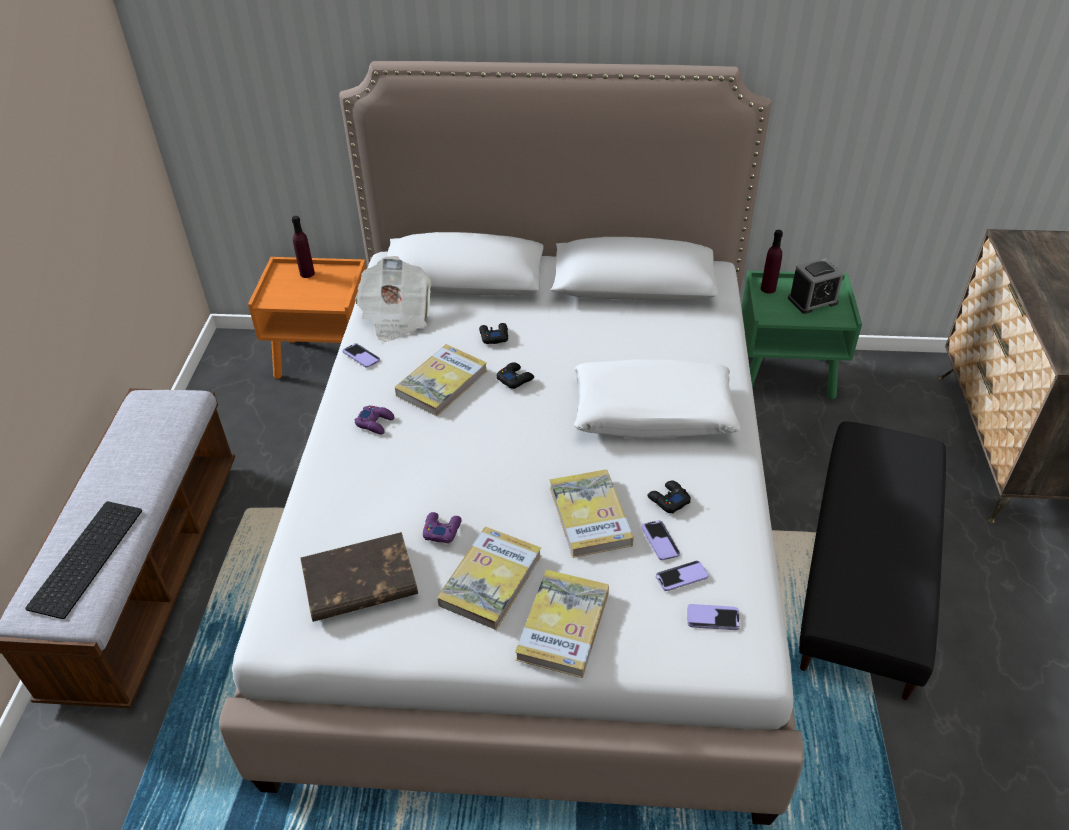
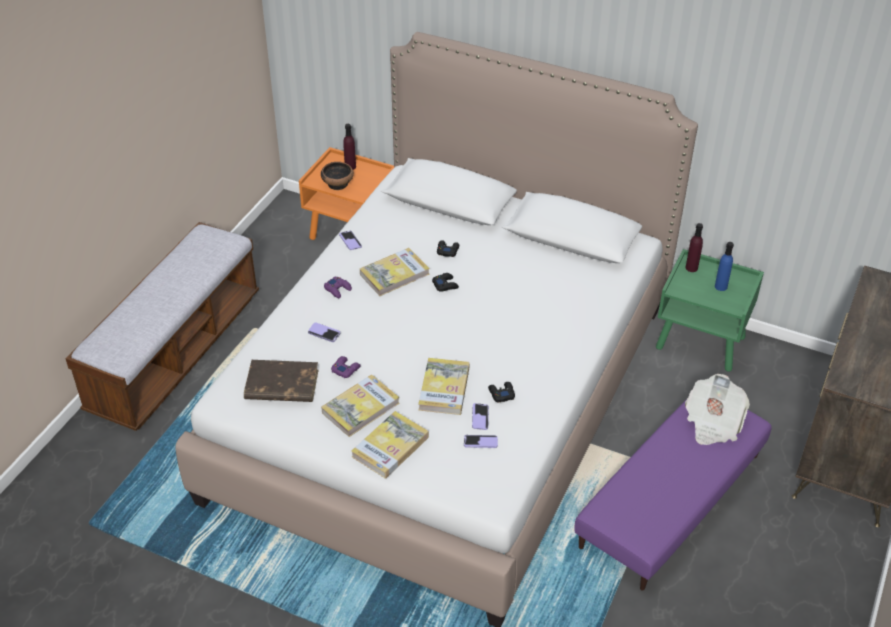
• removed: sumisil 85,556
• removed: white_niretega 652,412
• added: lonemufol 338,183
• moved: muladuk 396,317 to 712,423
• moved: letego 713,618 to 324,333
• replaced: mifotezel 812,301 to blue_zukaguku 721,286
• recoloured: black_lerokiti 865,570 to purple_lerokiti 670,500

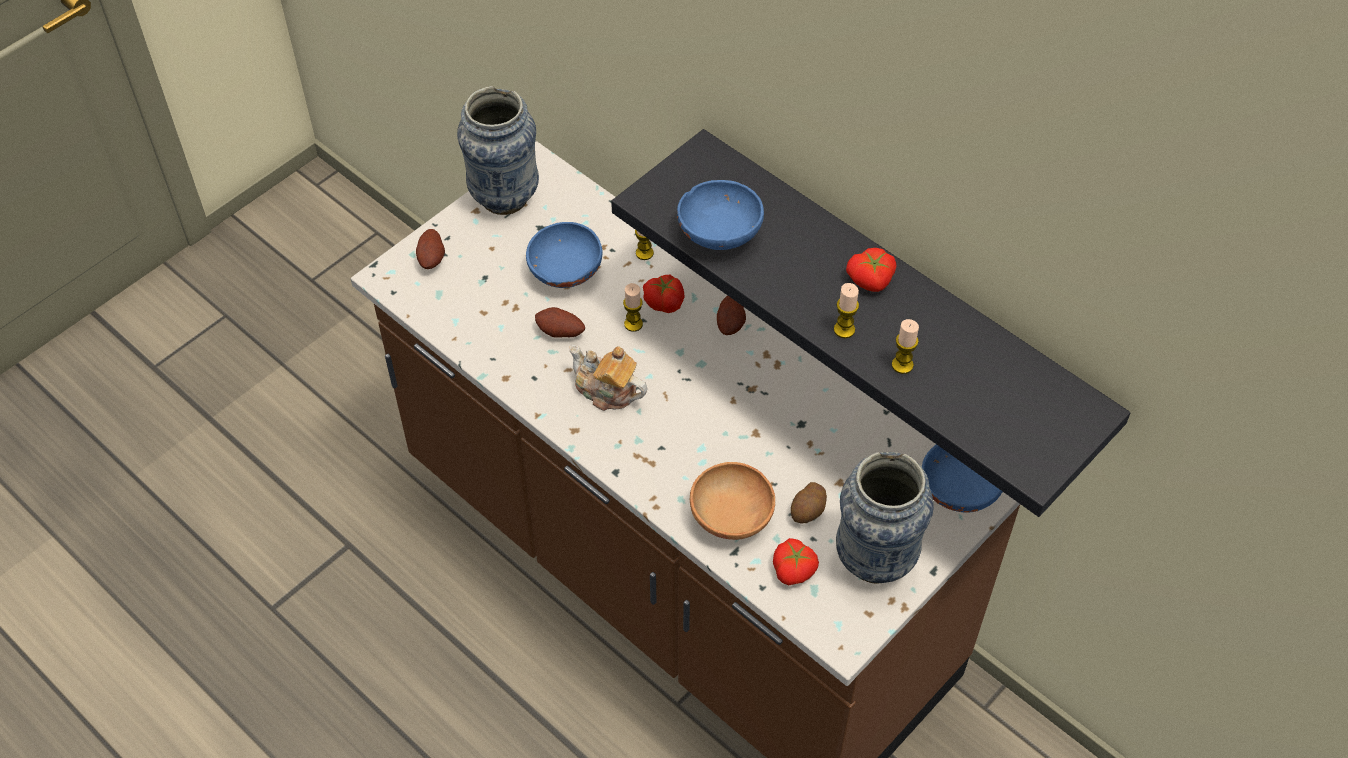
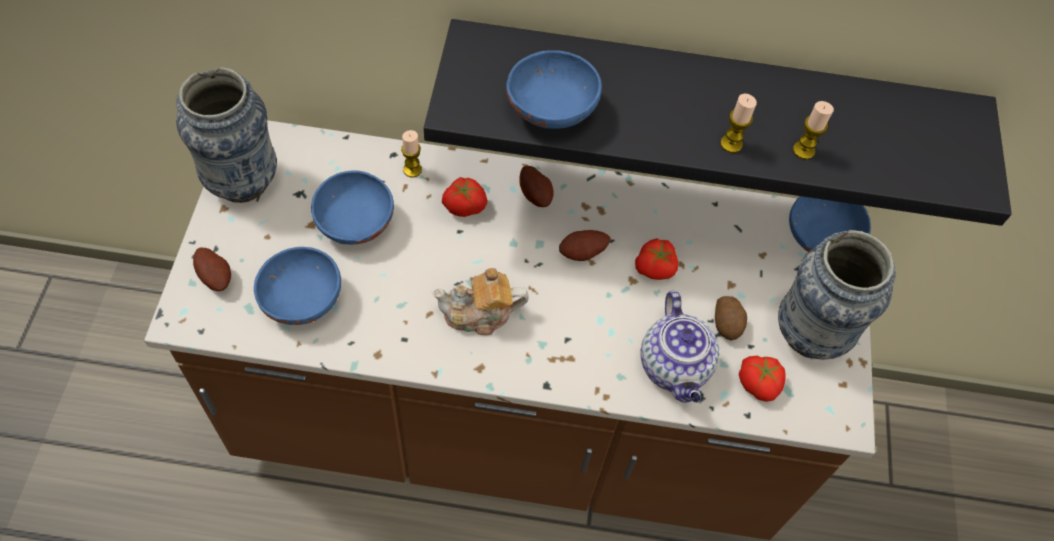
• removed: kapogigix 633,324
• added: blue_lonemufol 300,300
• moved: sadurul 560,333 to 583,253
• moved: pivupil 871,280 to 656,268
• replaced: brown_lonemufol 732,518 to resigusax 675,368

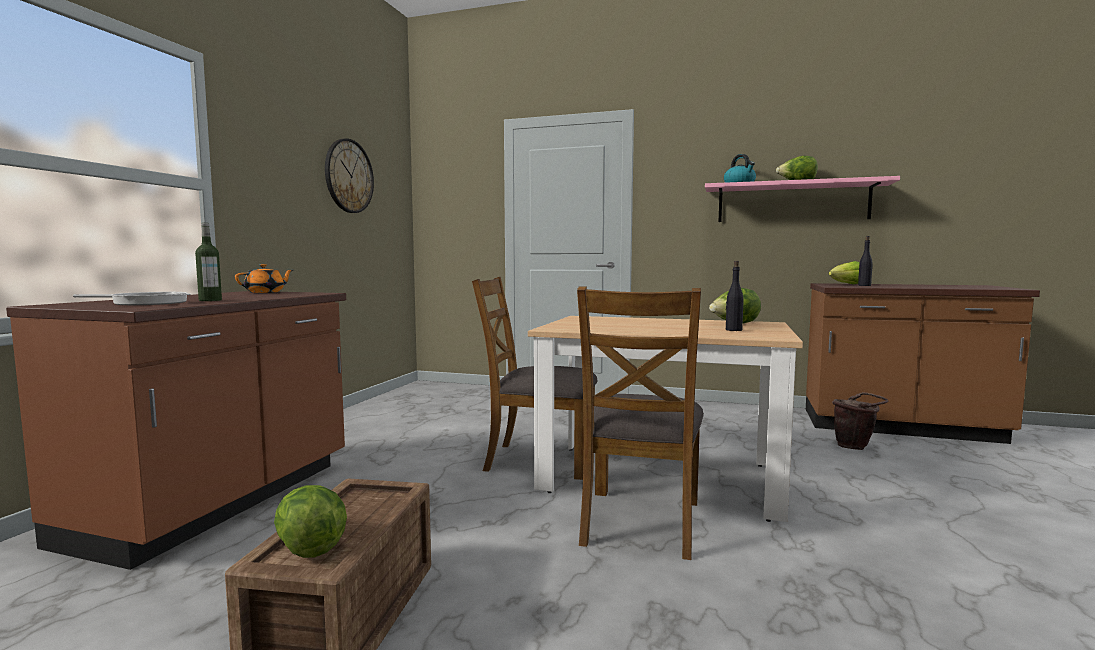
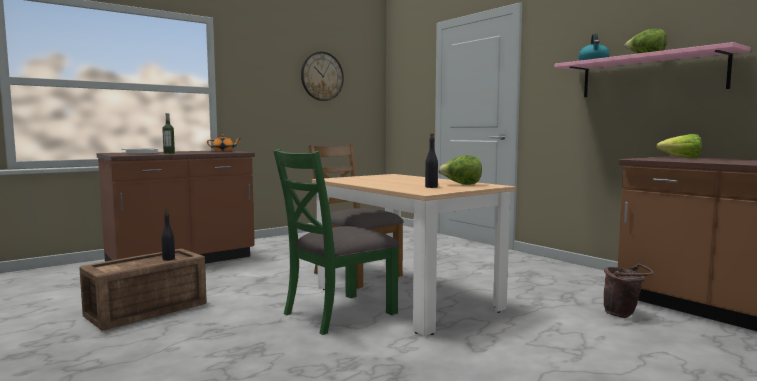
• removed: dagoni 310,546
• moved: black_zukaguku 864,285 to 169,259
• recoloured: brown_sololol 640,522 to green_sololol 338,313

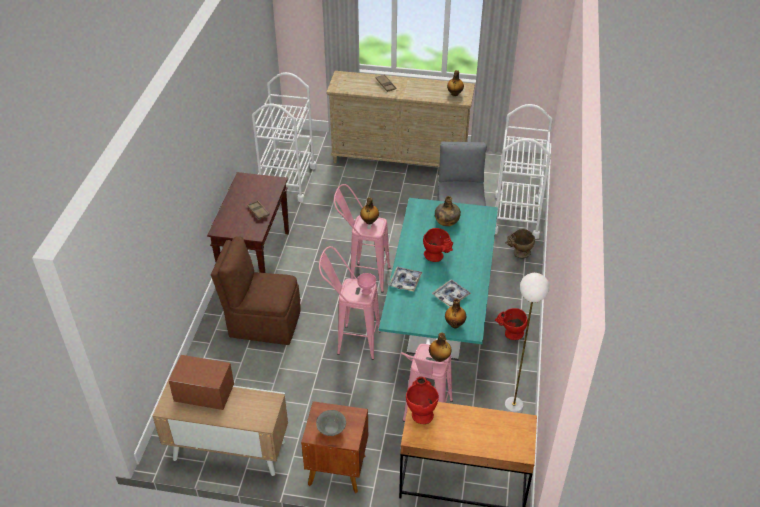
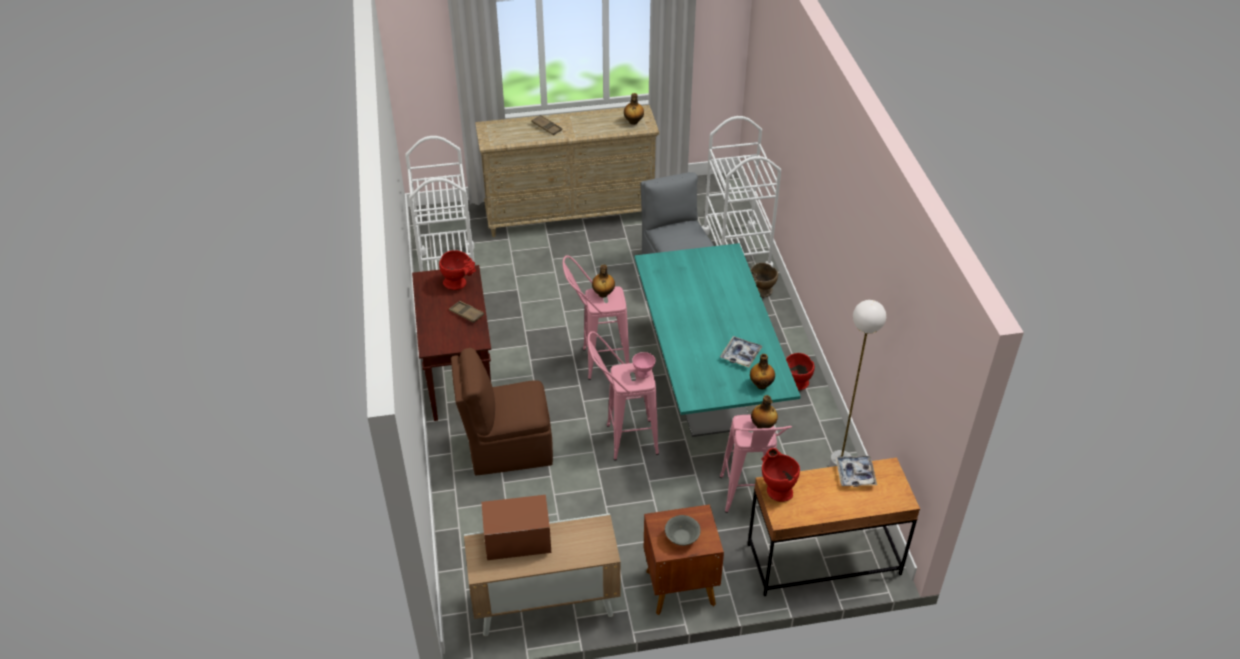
• removed: green_zukaguku 446,220
• moved: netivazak 405,281 to 855,474
• moved: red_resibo 437,257 to 459,284

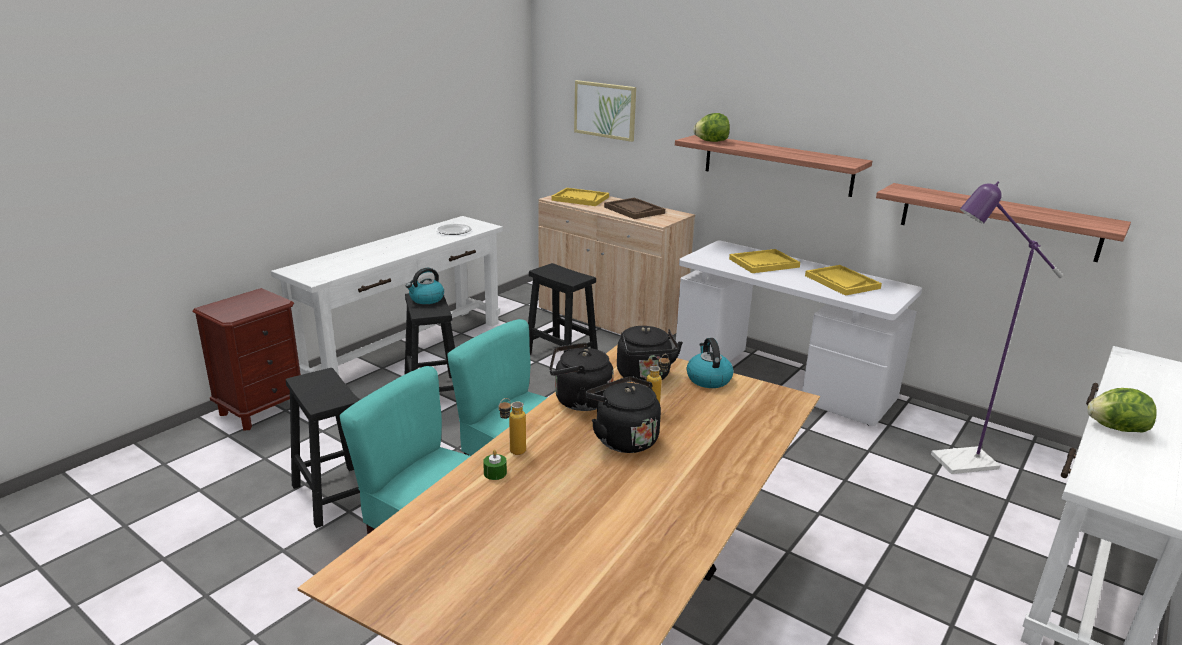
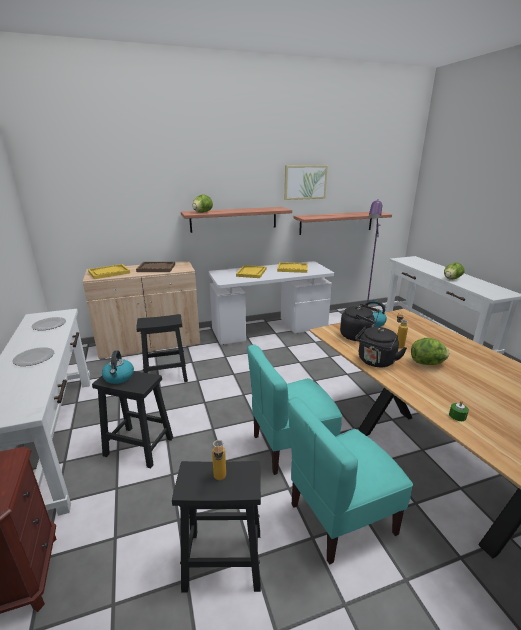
• added: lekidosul 33,358
• moved: zukaguku 512,453 to 220,480
• moved: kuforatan 605,110 to 305,182
• replaced: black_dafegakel 623,439 to dagoni 427,363

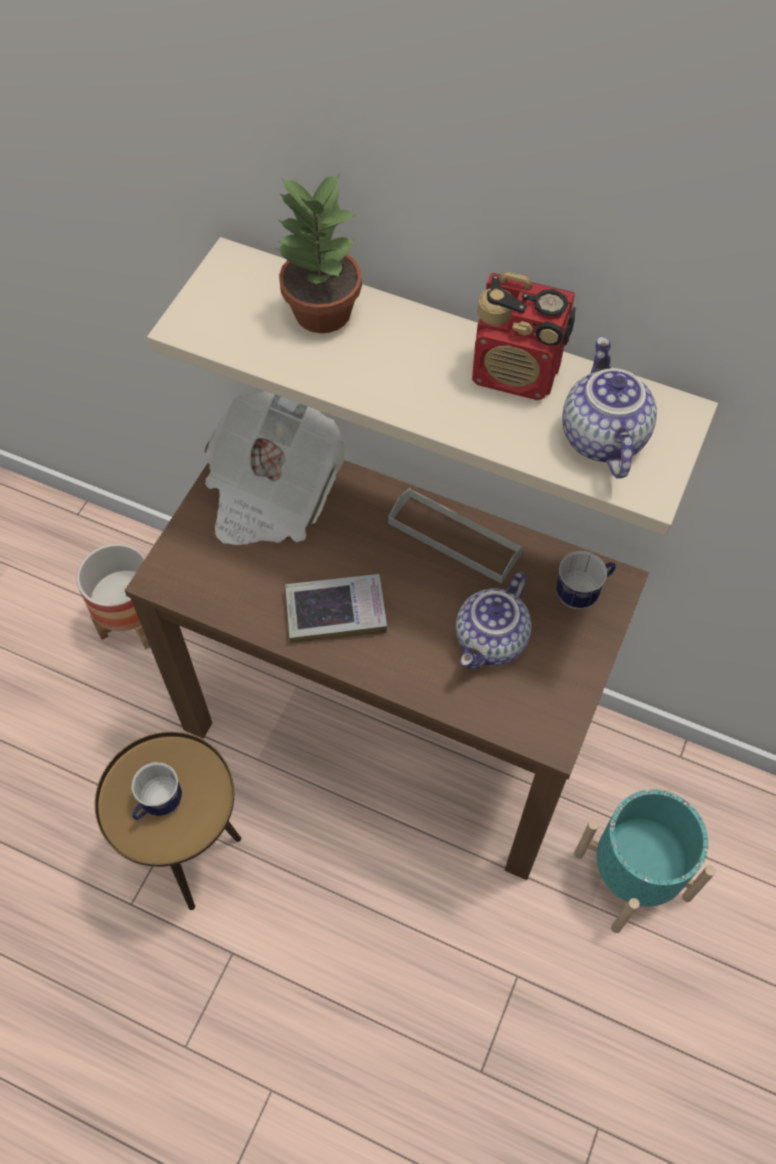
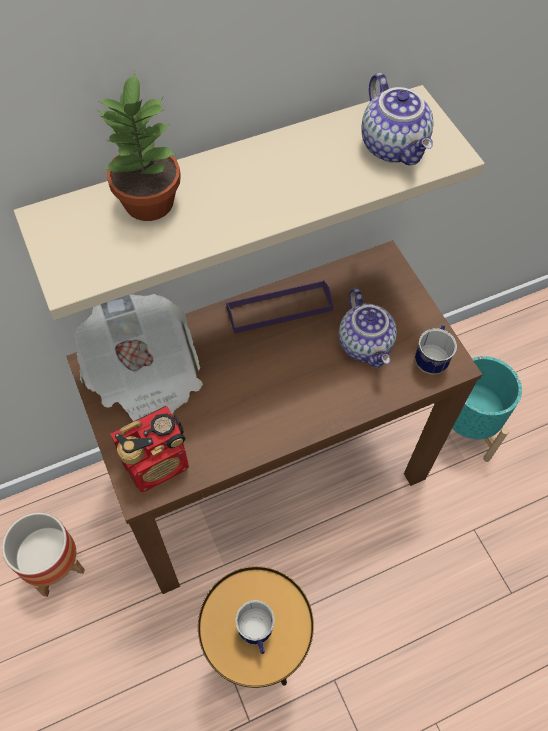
• removed: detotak 336,612
• moved: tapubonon 516,374 to 158,464
• moved: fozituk 582,593 to 431,359
• recoloured: grey_netivazak 454,538 to purple_netivazak 279,309
• turned: resigusax 600,437 = 394,147 150 degrees counterclockwise

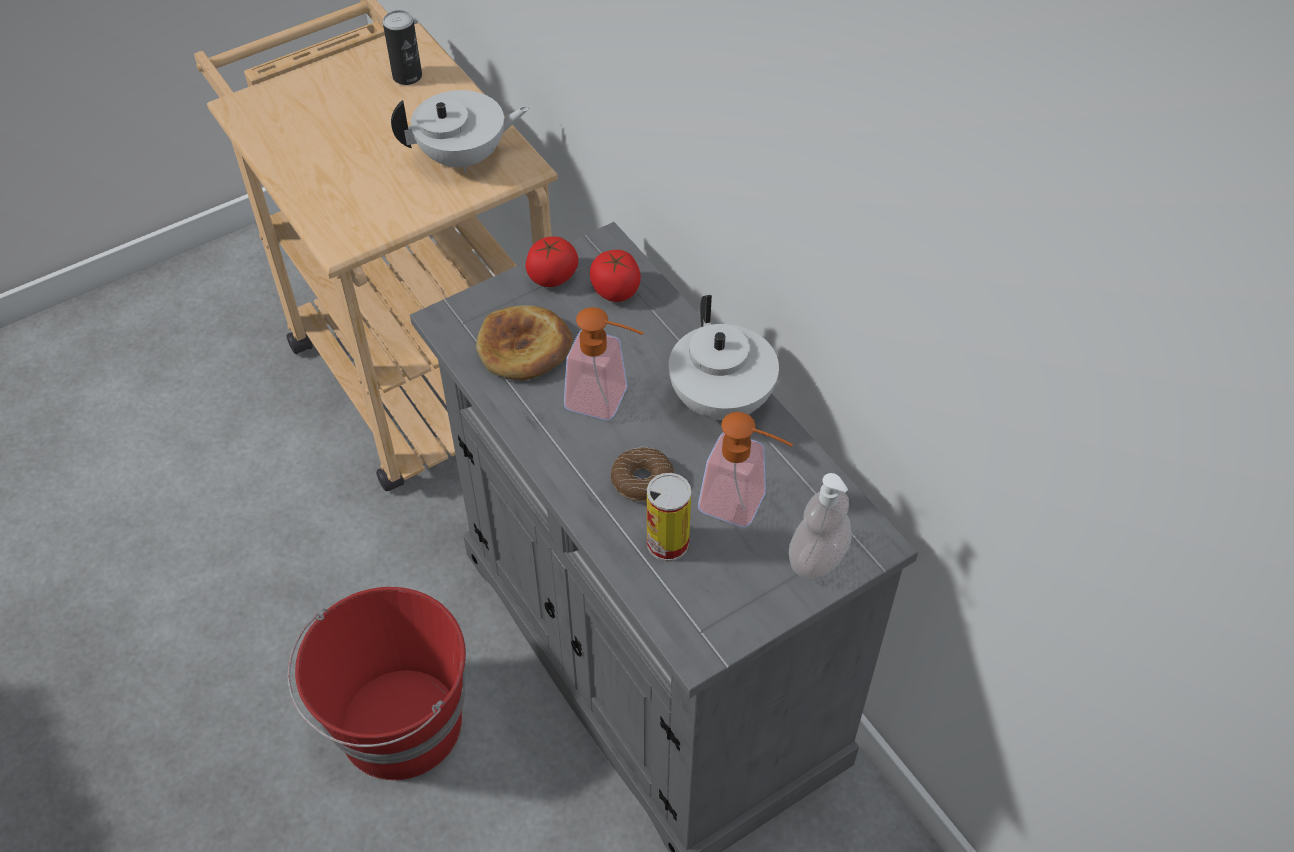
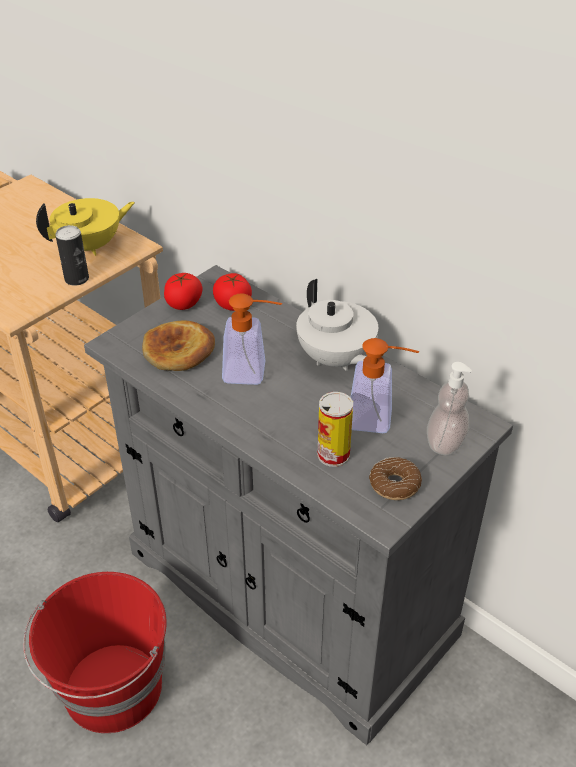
• moved: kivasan 407,76 to 76,279
• moved: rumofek 642,480 to 394,484
• recoloured: white_resigusax 464,157 to yellow_resigusax 91,246

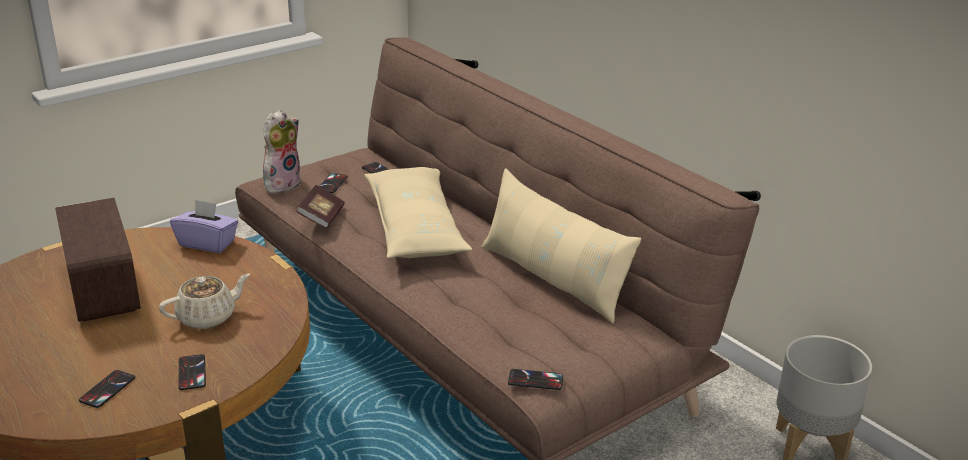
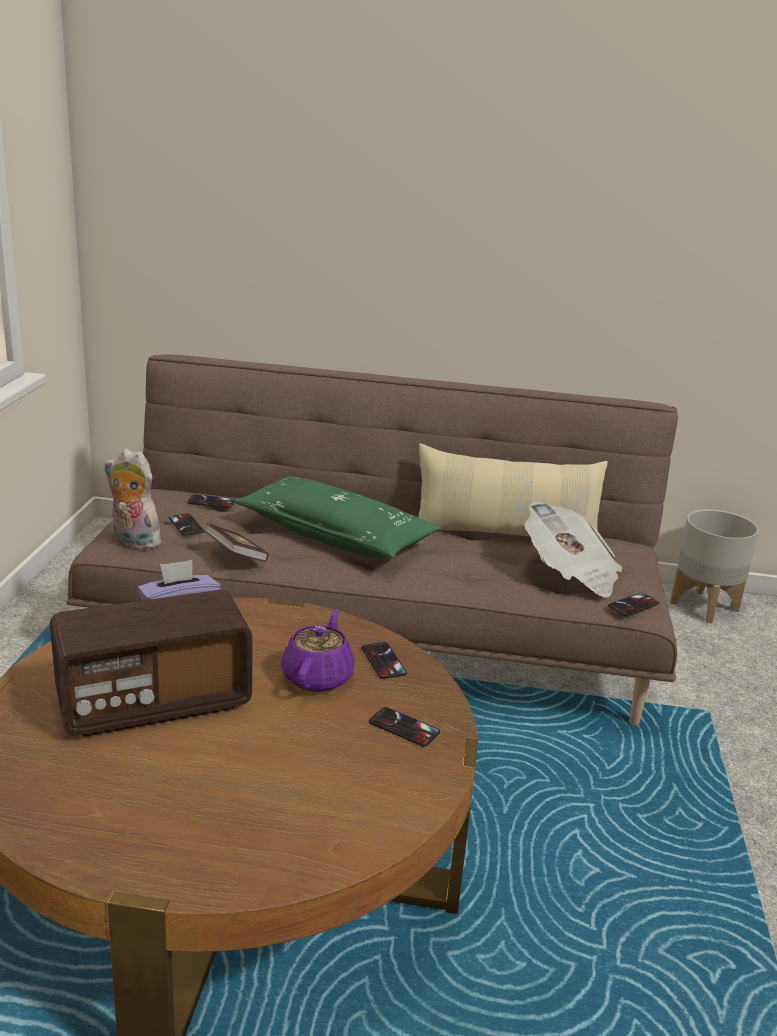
• added: muladuk 570,574
• moved: letego 107,389 to 383,661
• recoloured: beige_resigusax 207,317 to purple_resigusax 318,676
• recoloured: beige_niretega 415,228 to green_niretega 335,535
• turned: tapubonon 103,289 = 154,703 45 degrees counterclockwise
• turned: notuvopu 282,184 = 133,542 60 degrees counterclockwise

